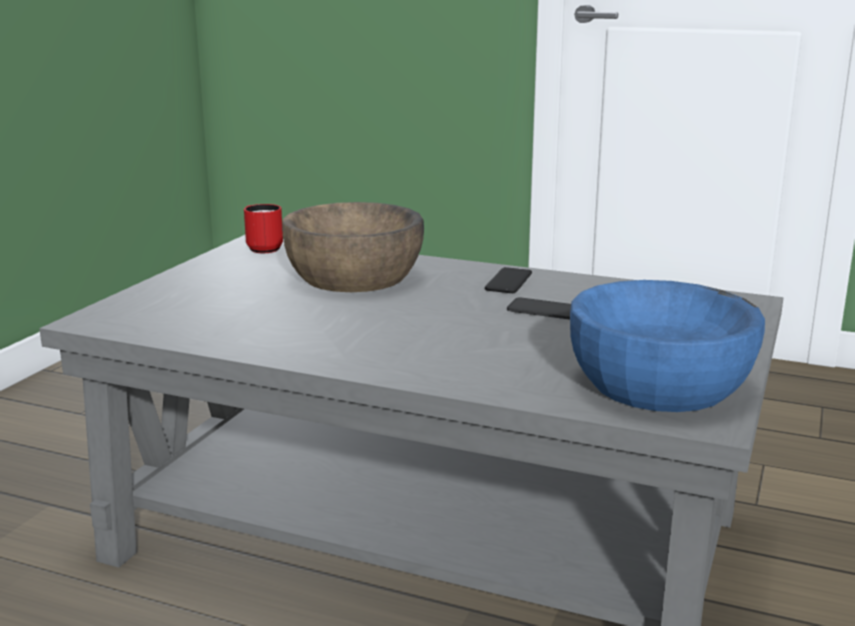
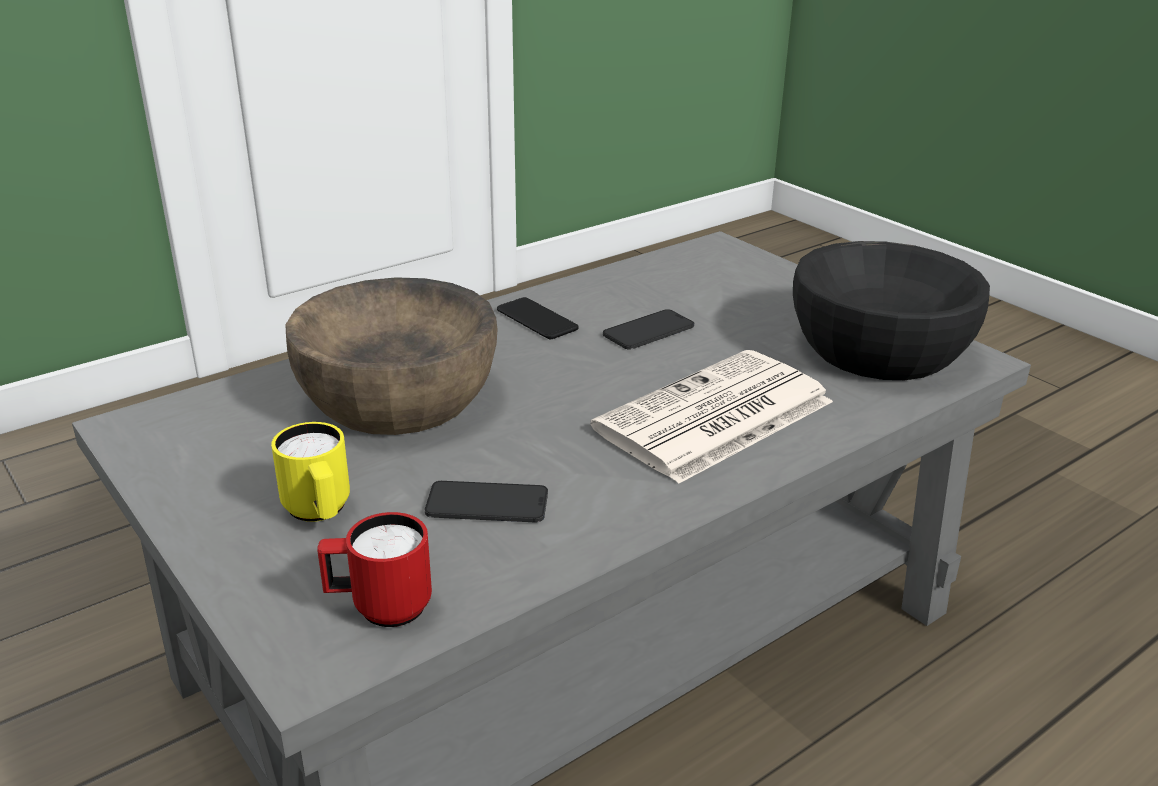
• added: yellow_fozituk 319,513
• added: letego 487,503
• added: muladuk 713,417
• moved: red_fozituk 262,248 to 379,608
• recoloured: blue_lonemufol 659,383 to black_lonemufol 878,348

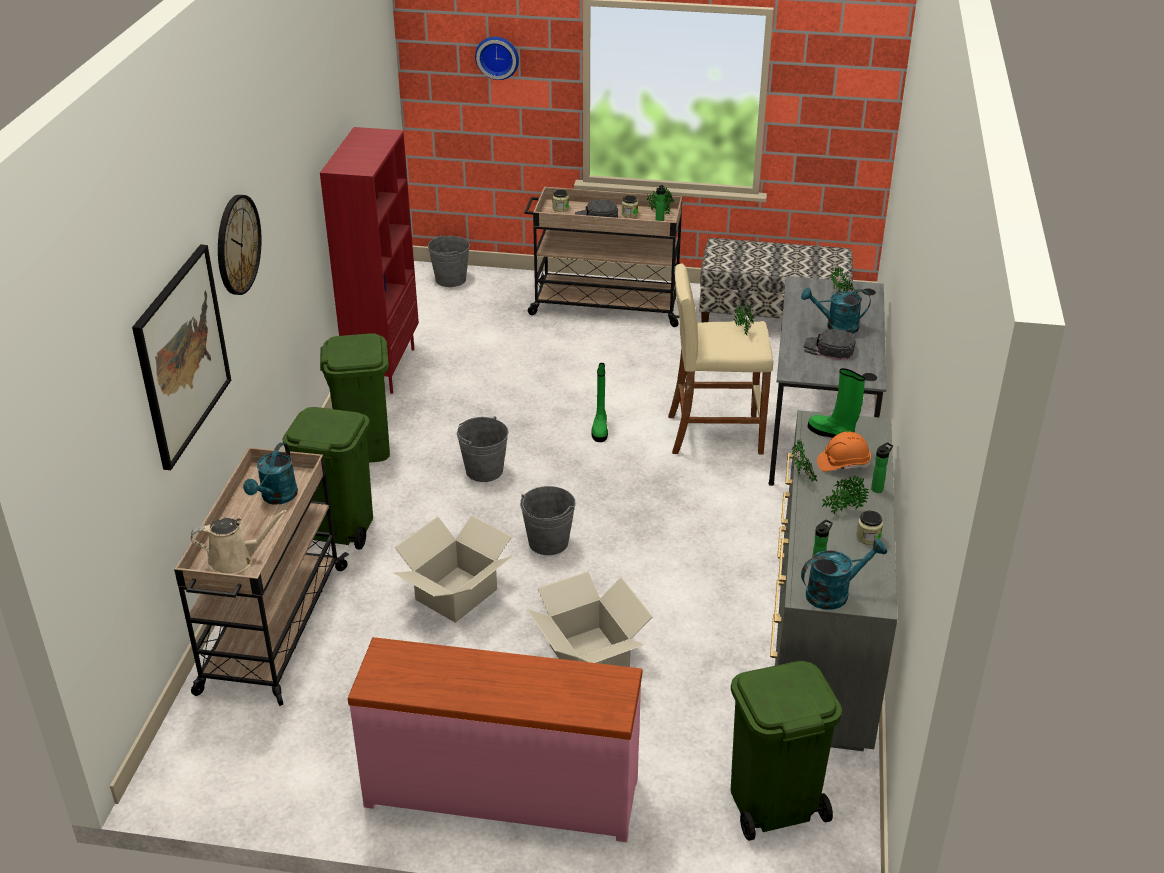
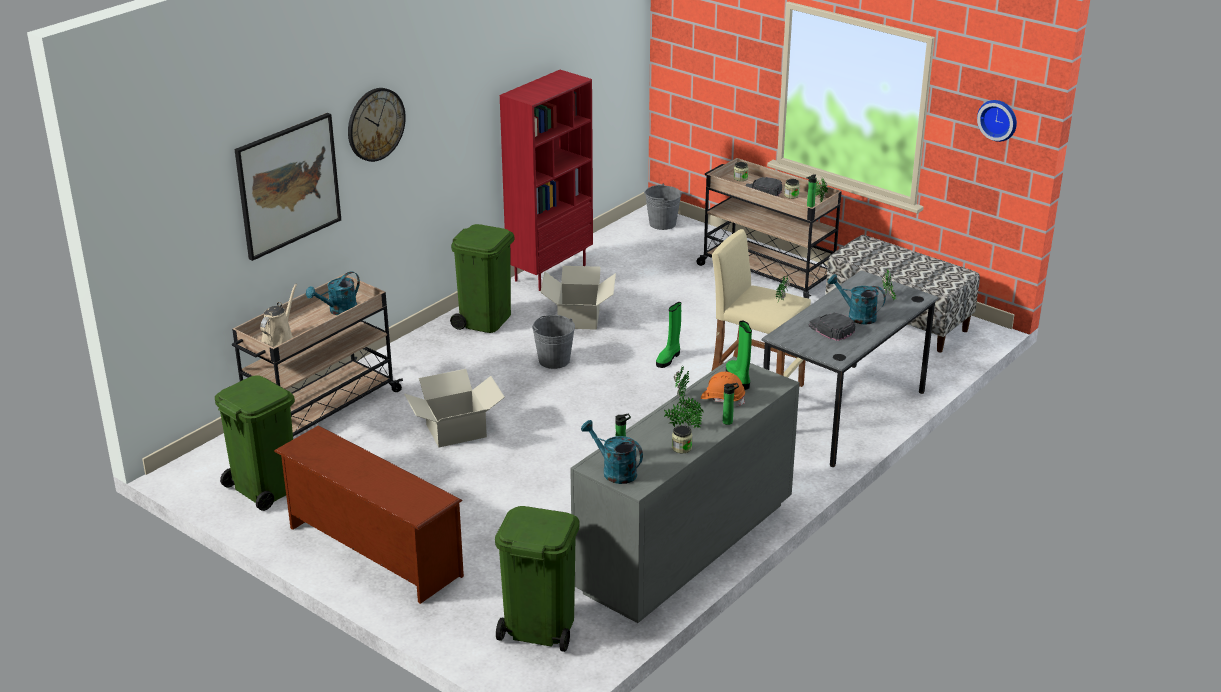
• removed: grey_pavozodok 548,542
• moved: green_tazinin 337,527 to 264,487
• moved: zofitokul 497,56 to 998,119
• moved: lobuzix 588,657 to 578,318
• replaced: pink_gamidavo 502,789 to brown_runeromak 372,552
• turned: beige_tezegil 236,560 = 279,338 90 degrees counterclockwise
• turned: turquoise_tezegil 834,593 = 614,471 150 degrees counterclockwise

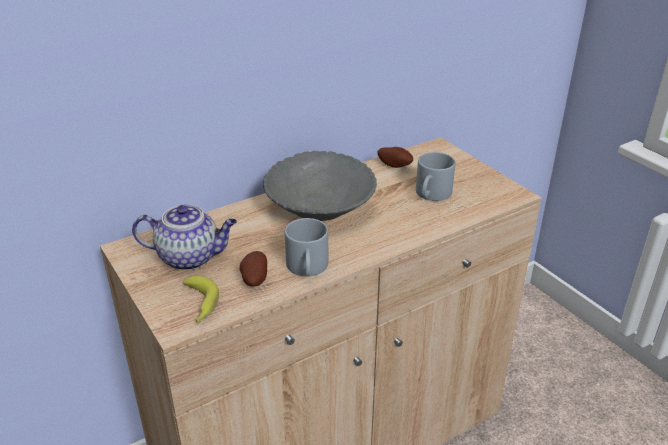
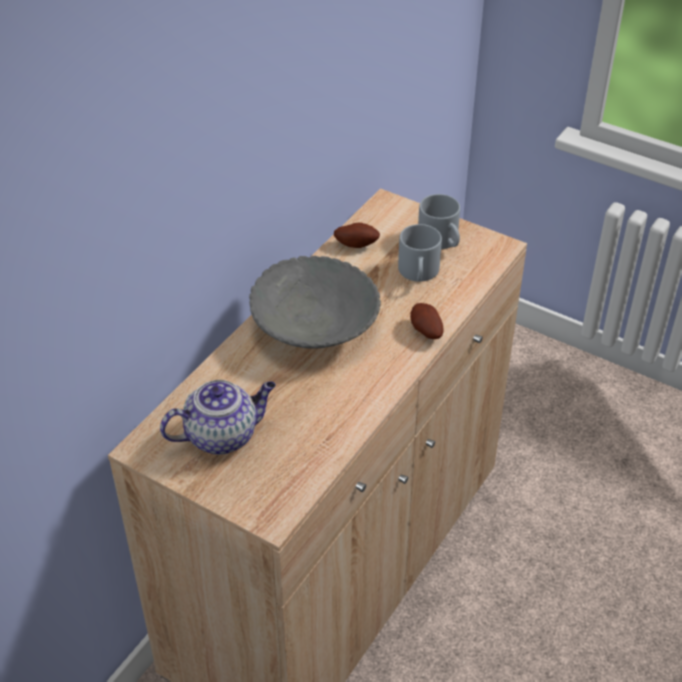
• removed: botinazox 200,305
• moved: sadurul 254,279 to 425,331
• moved: grey_fozituk 308,268 to 442,241

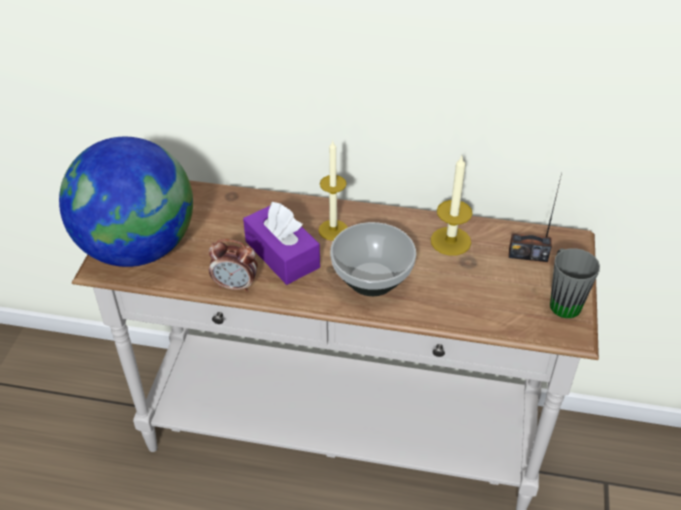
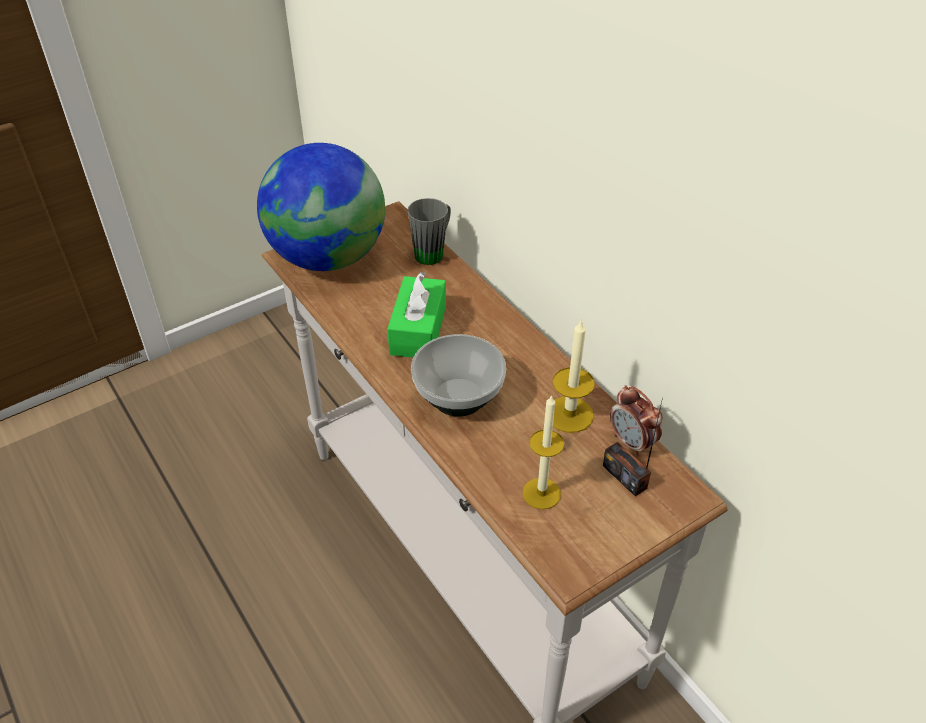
• moved: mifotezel 235,285 to 632,443
• moved: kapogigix 333,230 to 541,493
• moved: grey_fozituk 562,300 to 433,252
• recoloured: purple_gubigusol 282,254 to green_gubigusol 418,330

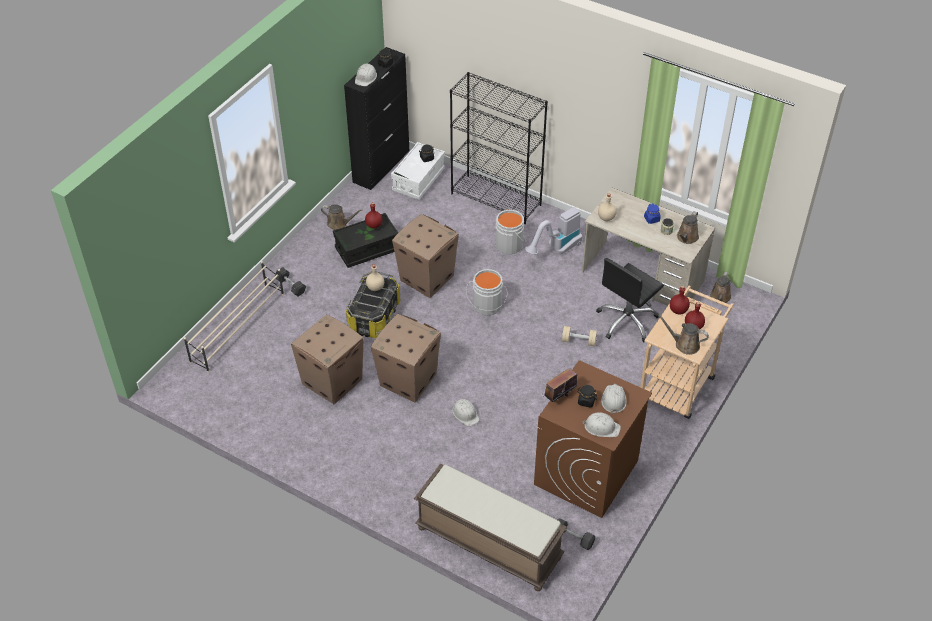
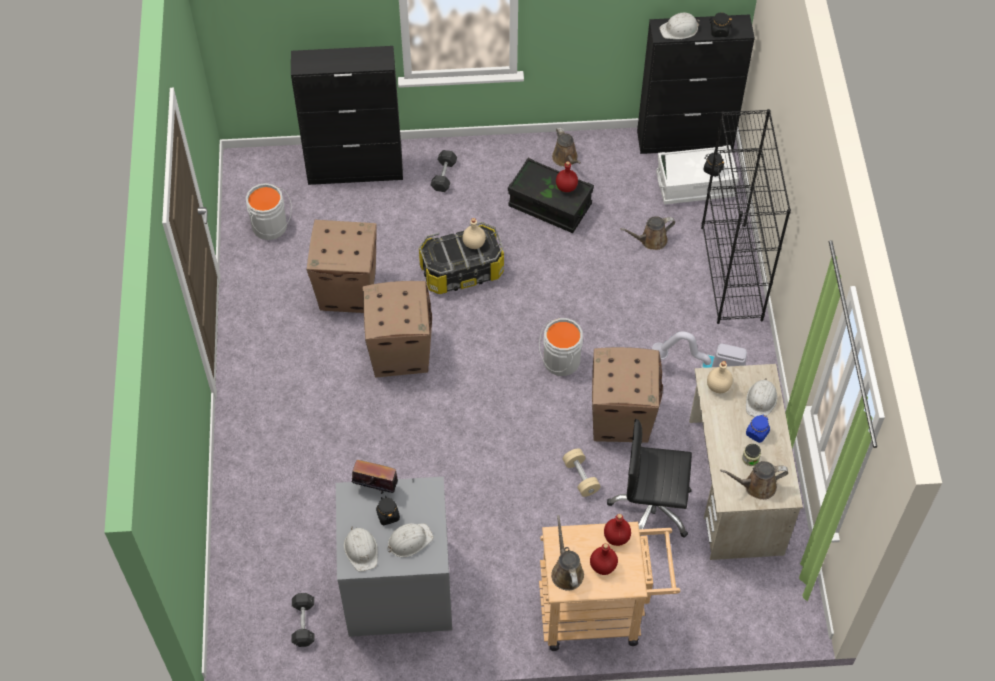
• removed: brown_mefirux 487,543
• moved: lobuzix 426,277 to 621,417
• moved: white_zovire 465,414 to 761,400
• moved: grey_pavozodok 510,244 to 271,227
• moved: brown_tezegil 720,298 to 651,240
• replaced: beige_runeromak 238,327 to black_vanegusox 356,170
• recoloured: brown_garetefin 586,473 to grey_garetefin 398,588

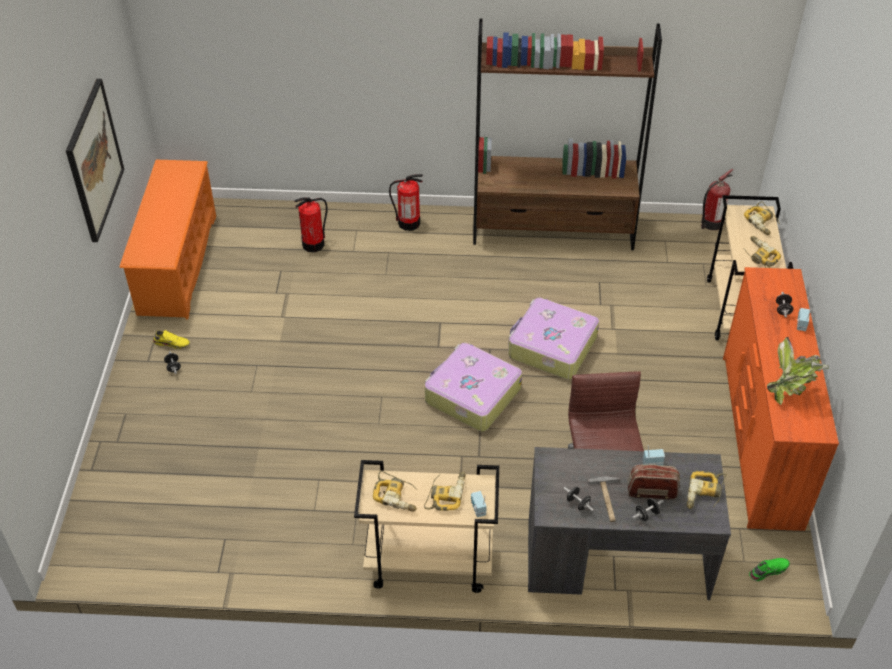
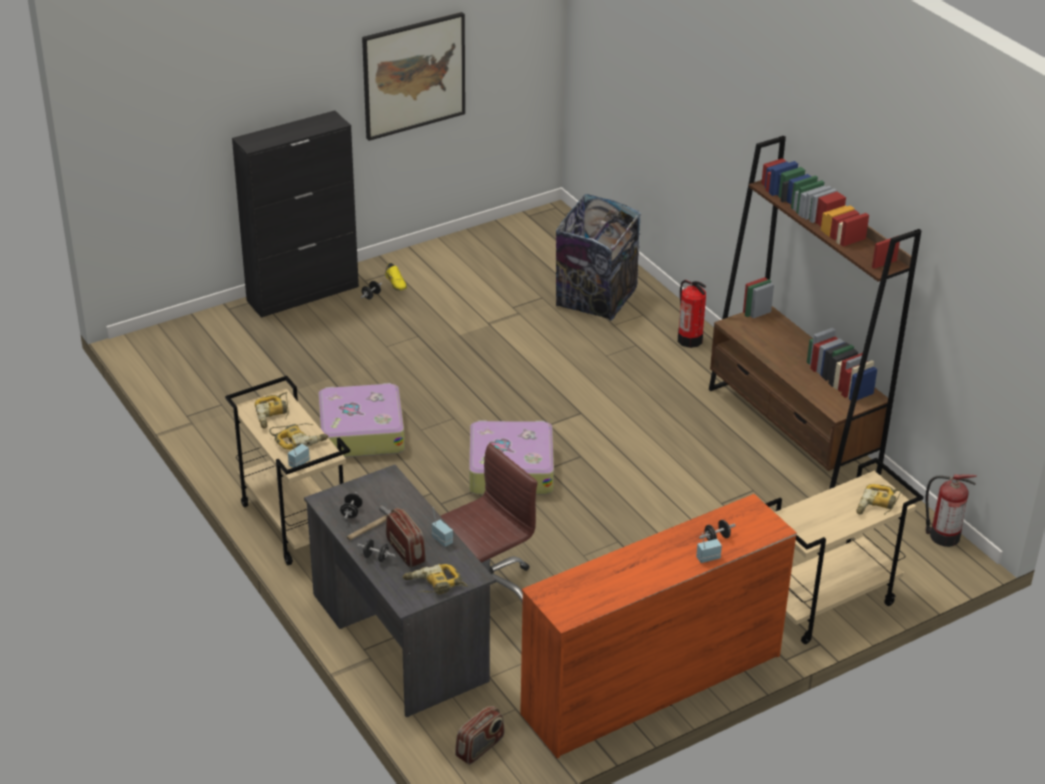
• removed: orange_runeromak 177,264
• removed: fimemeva 759,256
• removed: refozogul 791,388
• added: black_vanegusox 303,293
• moved: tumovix 551,347 to 360,432
• replaced: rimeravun 313,244 to tazinin 595,300
• replaced: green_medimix 768,570 to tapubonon 480,748

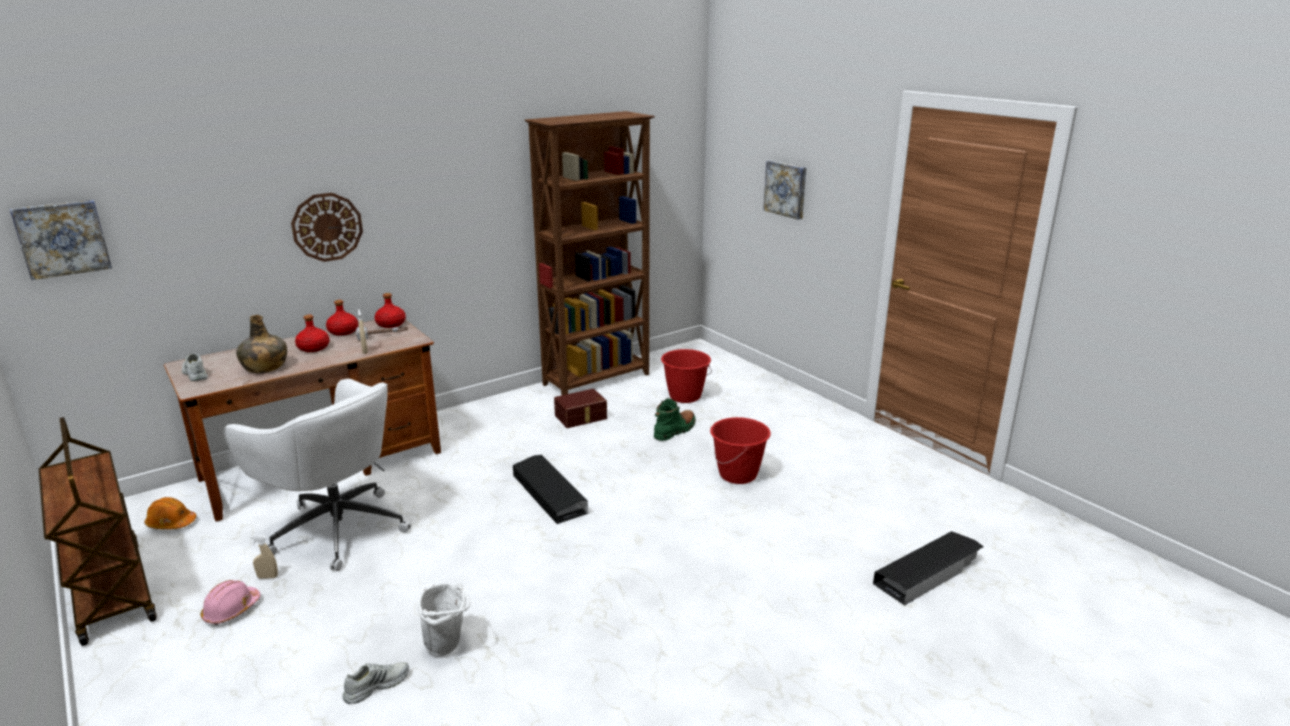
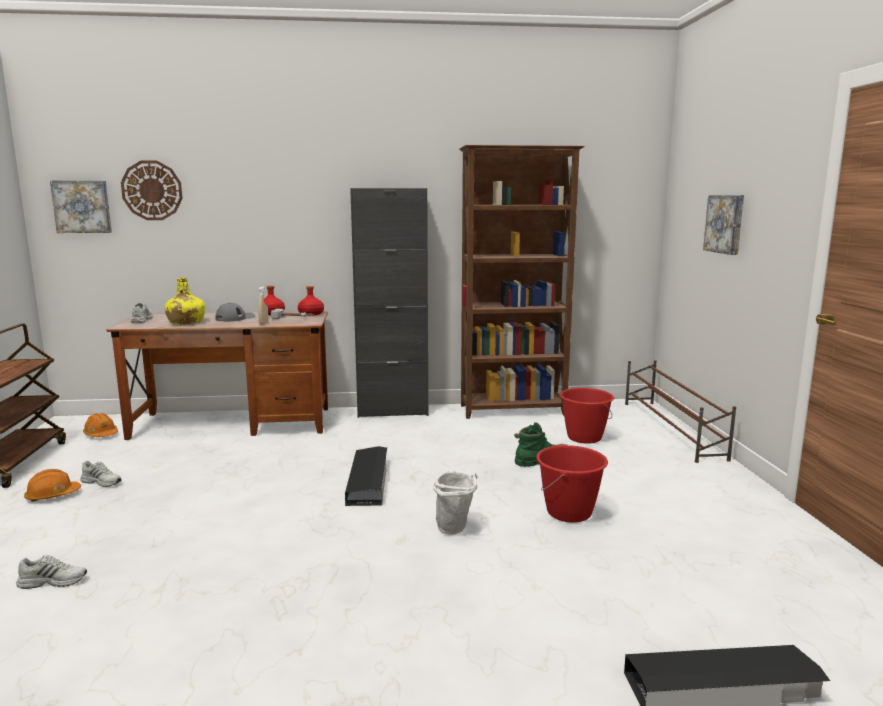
• removed: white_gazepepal 336,528
• removed: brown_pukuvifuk 581,417
• added: black_vanegusox 392,411
• added: brown_runeromak 671,429
• moved: zofitokul 327,227 to 152,190
• moved: white_pavozodok 448,647 to 456,530
• replaced: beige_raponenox 267,577 to white_medimix 102,482
• replaced: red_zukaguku 313,348 to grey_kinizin 235,318
• recoloured: pink_zovire 231,610 to orange_zovire 52,495
• recoloured: green_zukaguku 264,367 to yellow_zukaguku 185,322

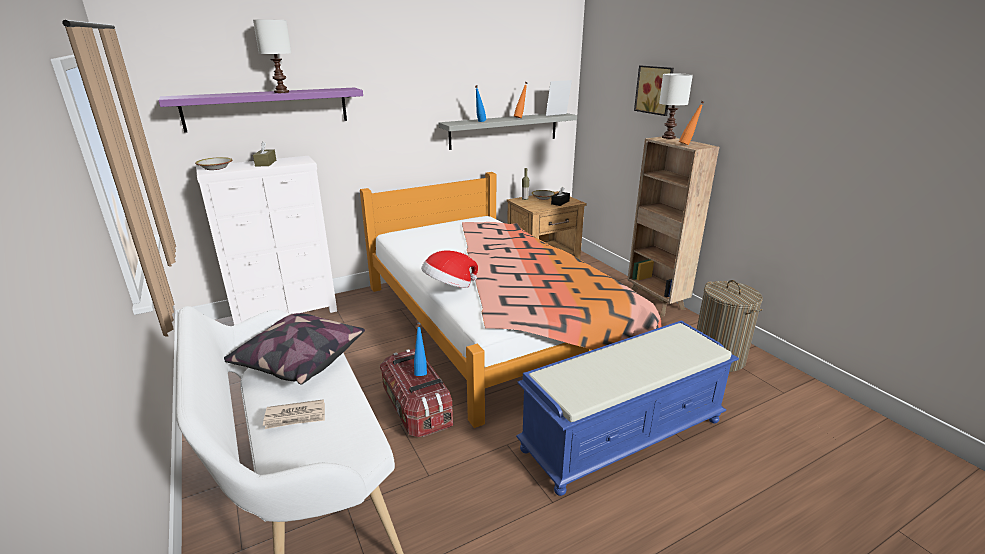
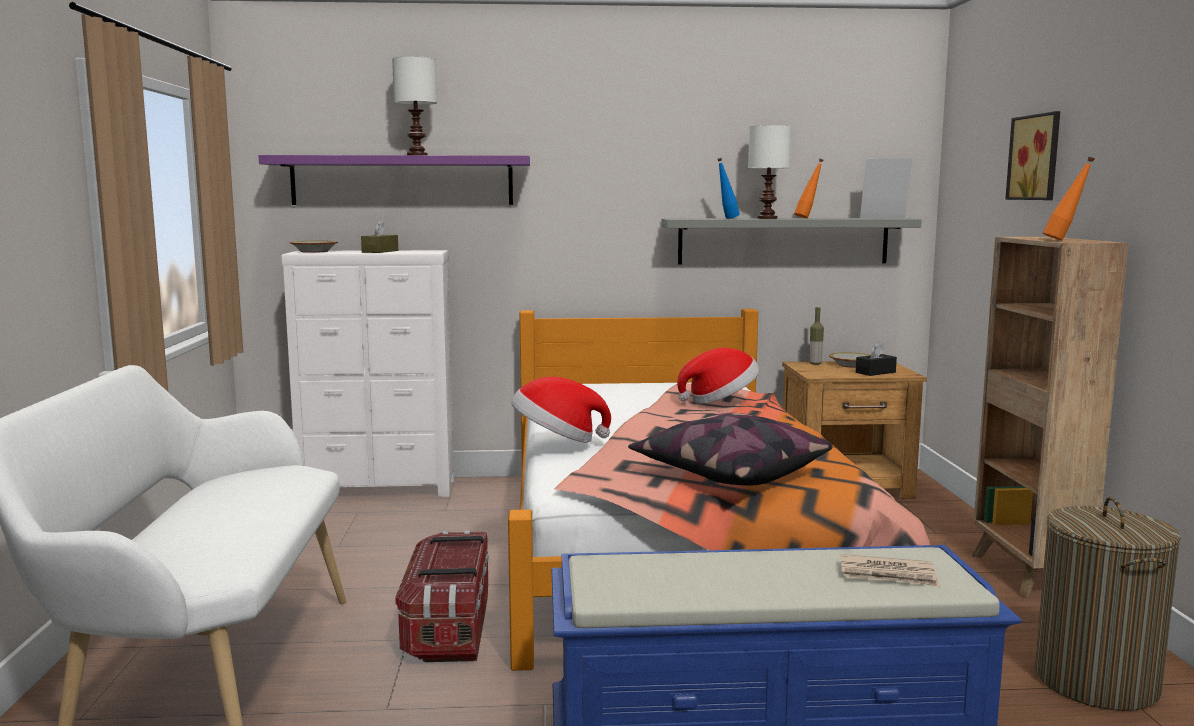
• removed: blue_zukaguku 421,371
• added: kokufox 720,400
• moved: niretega 298,361 to 728,474
• moved: muladuk 295,416 to 888,575
• moved: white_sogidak 668,137 to 767,218

